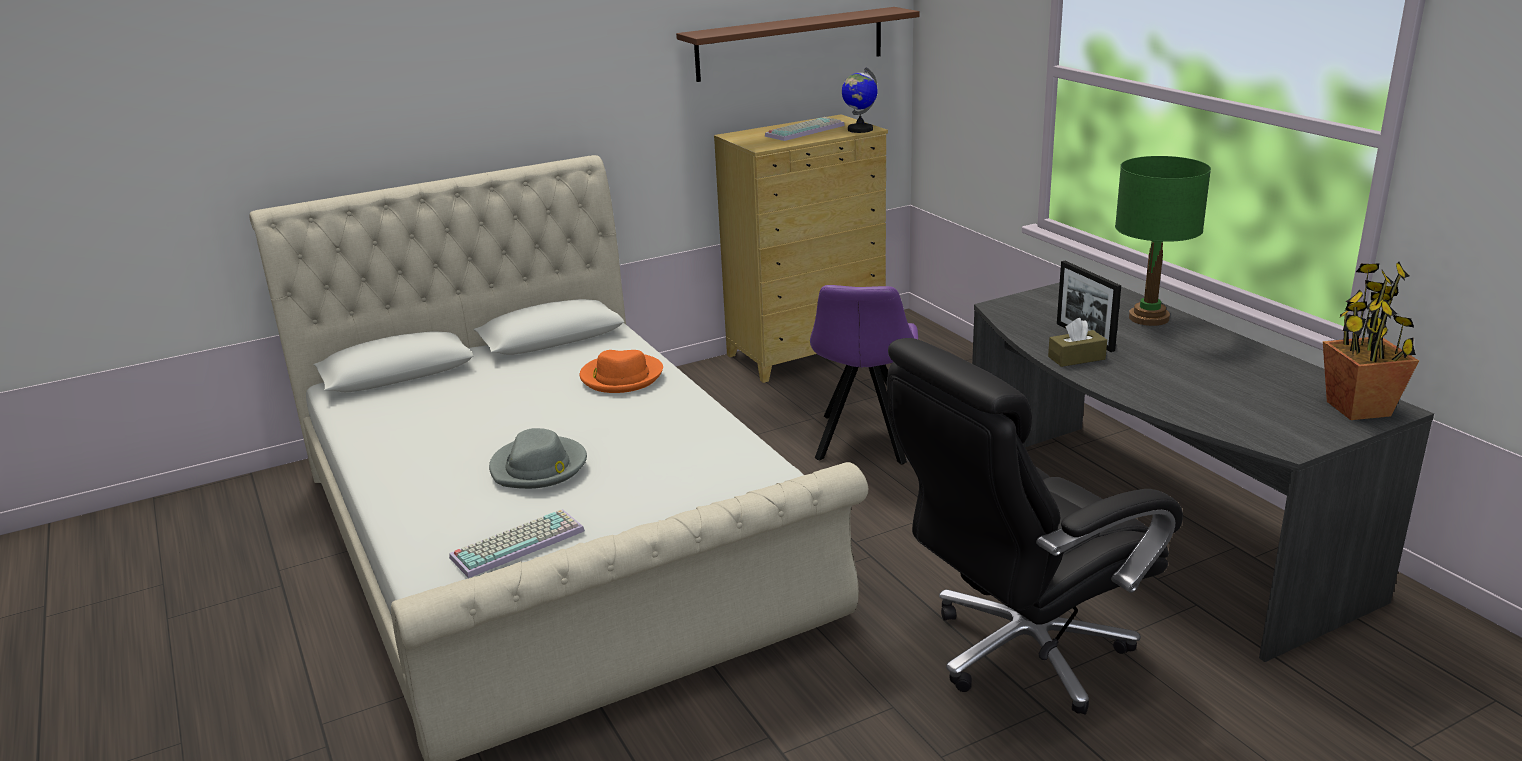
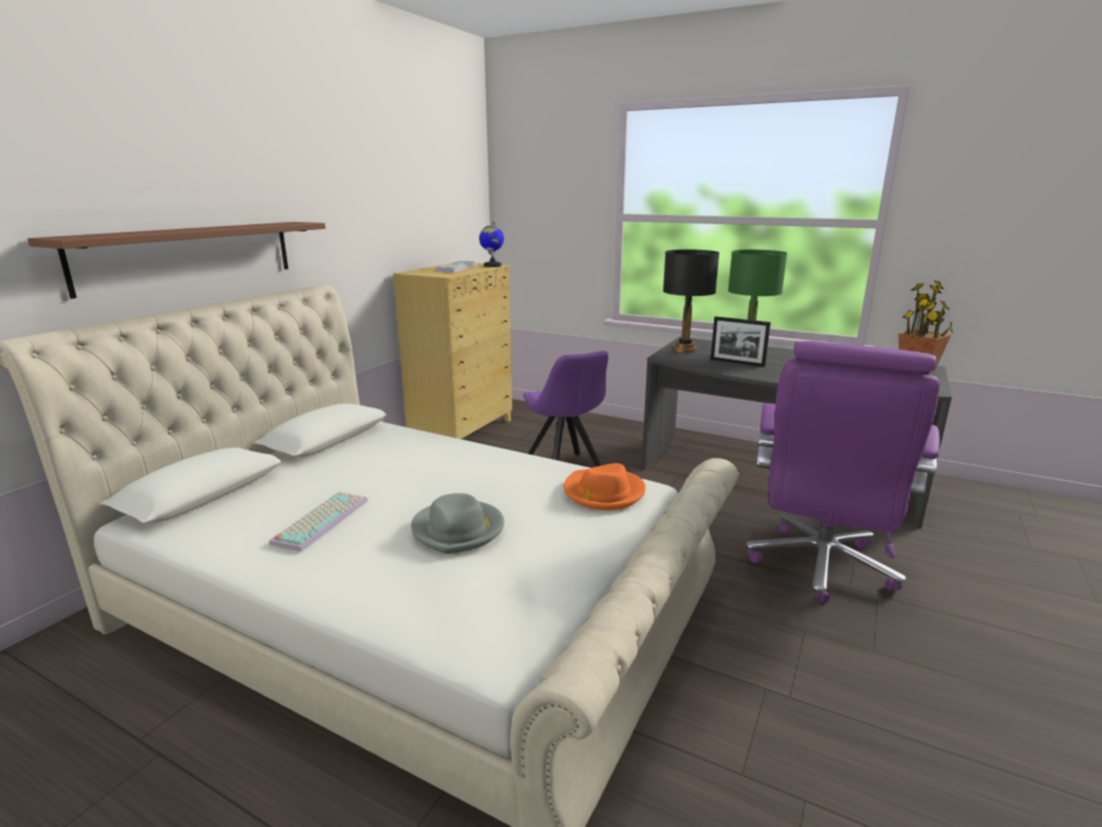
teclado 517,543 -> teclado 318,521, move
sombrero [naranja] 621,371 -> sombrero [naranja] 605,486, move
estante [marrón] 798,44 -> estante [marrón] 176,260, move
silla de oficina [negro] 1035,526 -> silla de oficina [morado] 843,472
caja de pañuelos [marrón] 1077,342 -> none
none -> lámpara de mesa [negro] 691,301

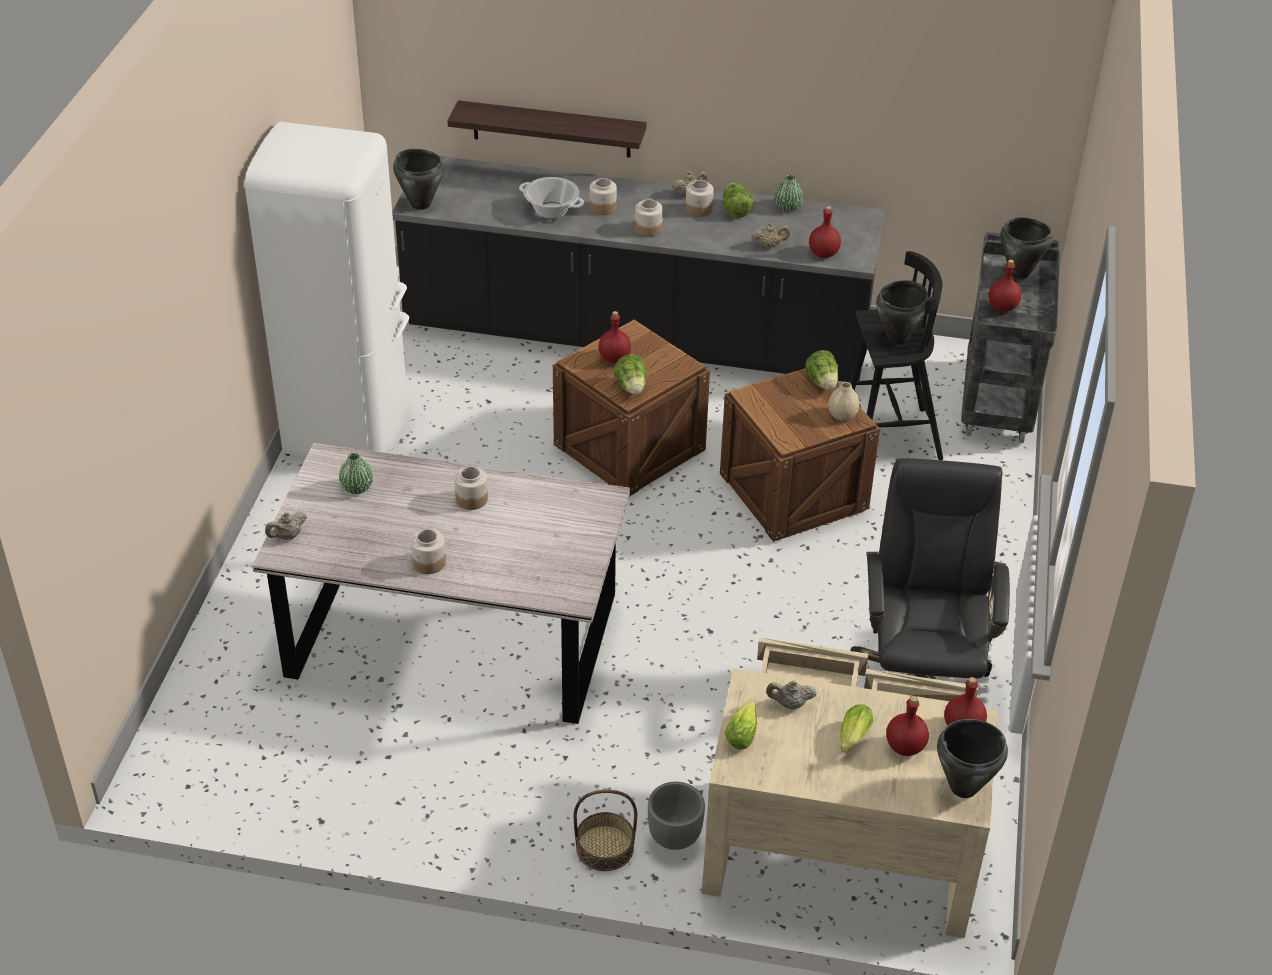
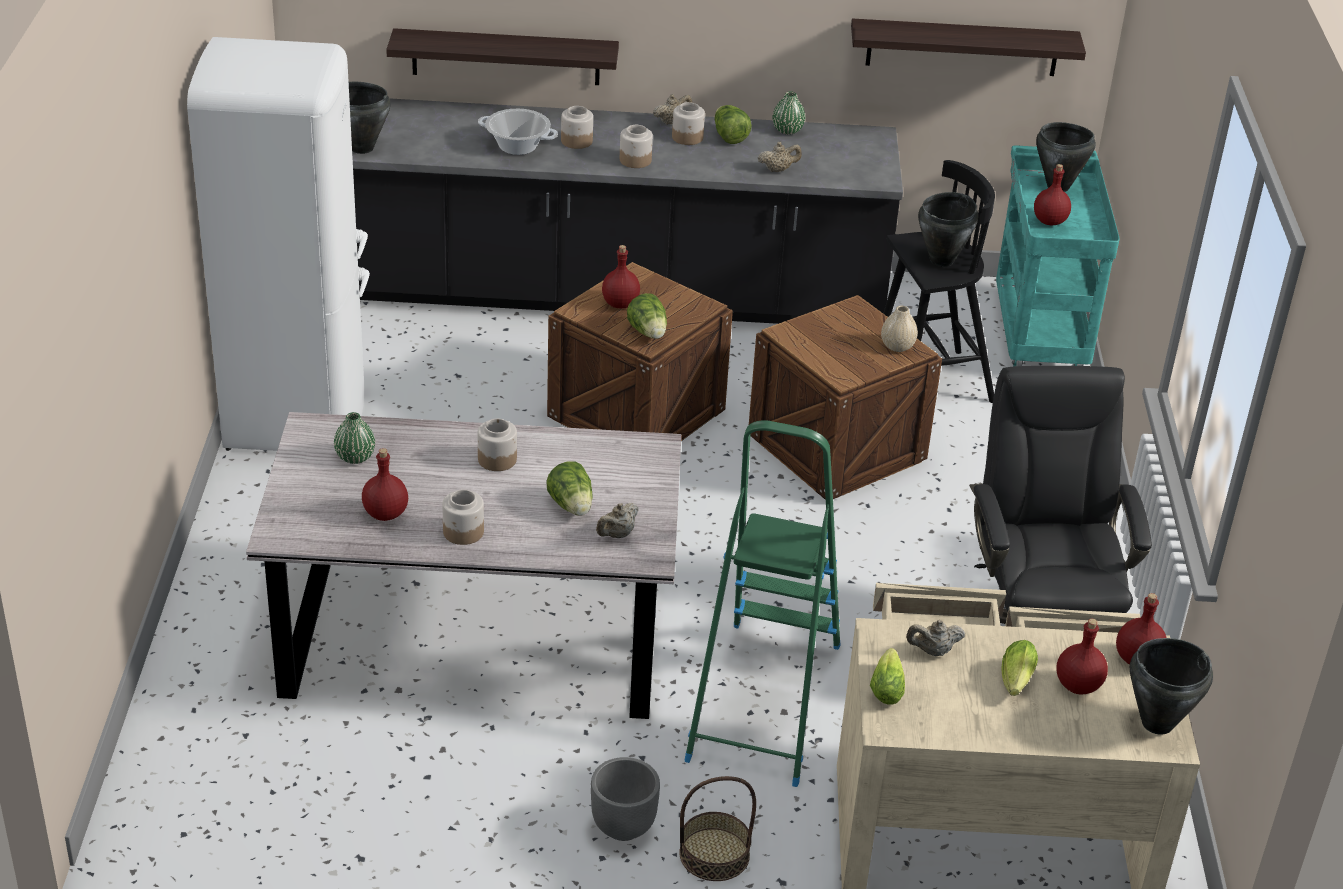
tetera [beis] 286,526 -> tetera [beis] 617,520, move
maceta [gris] 676,816 -> maceta [gris] 625,799, move
lechuga 822,370 -> lechuga 569,488, move
botella [rojo] 825,232 -> botella [rojo] 385,484, move
carrito [negro] 1010,337 -> carrito [turquesa] 1057,255
none -> escalera de tijera [verde] 762,603
none -> estante 968,47

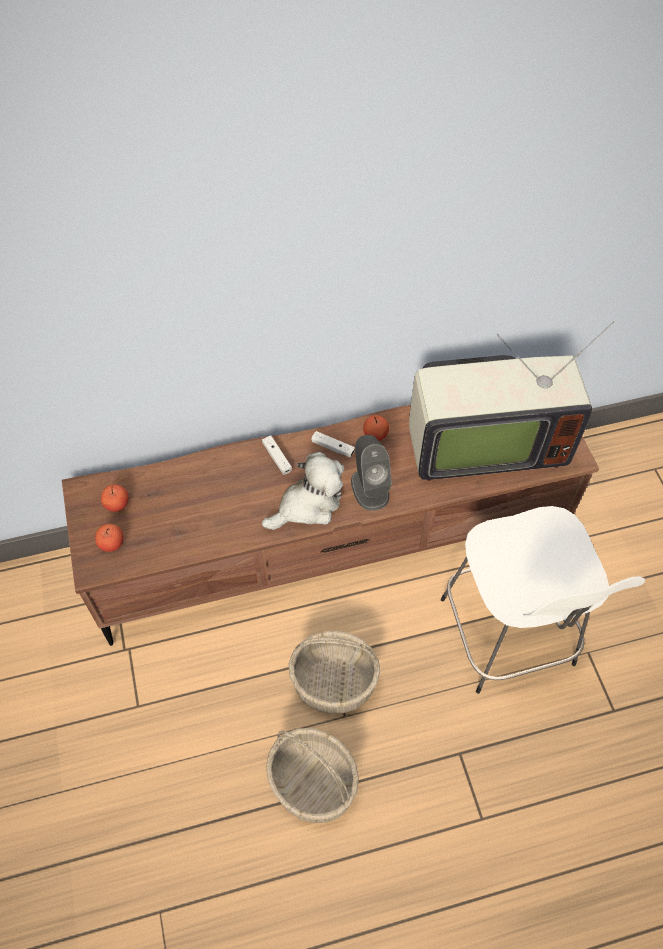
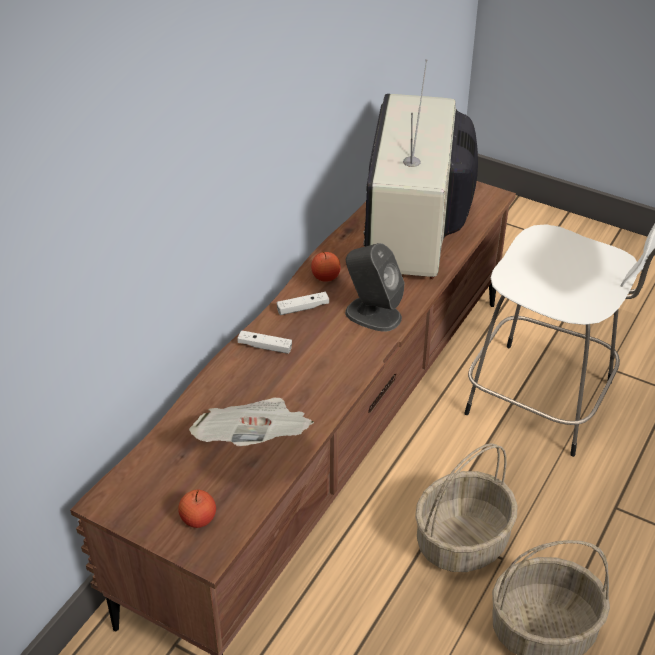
manzana 115,498 -> none
peluche 303,491 -> none
televisor 511,401 -> televisor 420,169, 150 degrees clockwise
none -> periódico 251,421

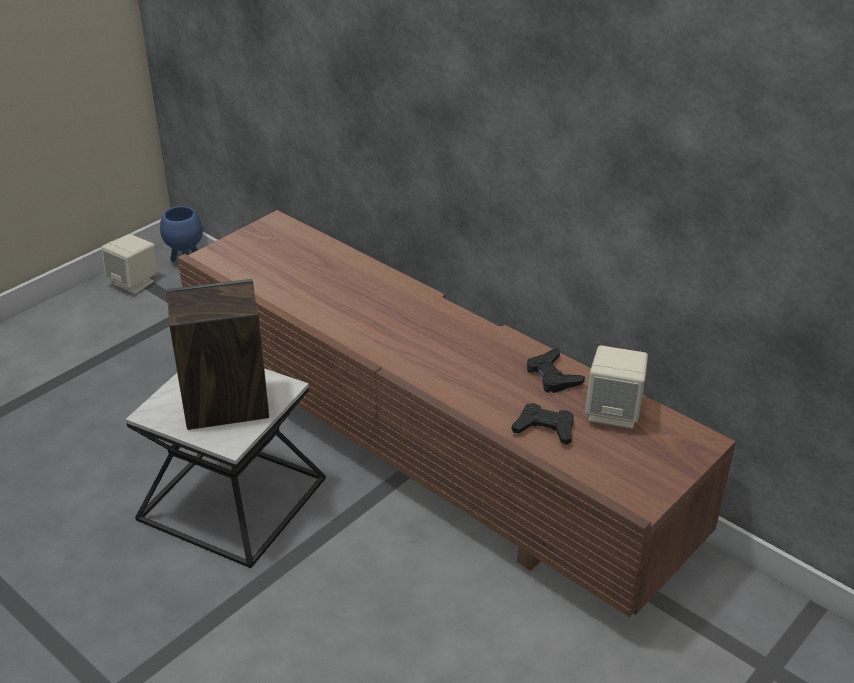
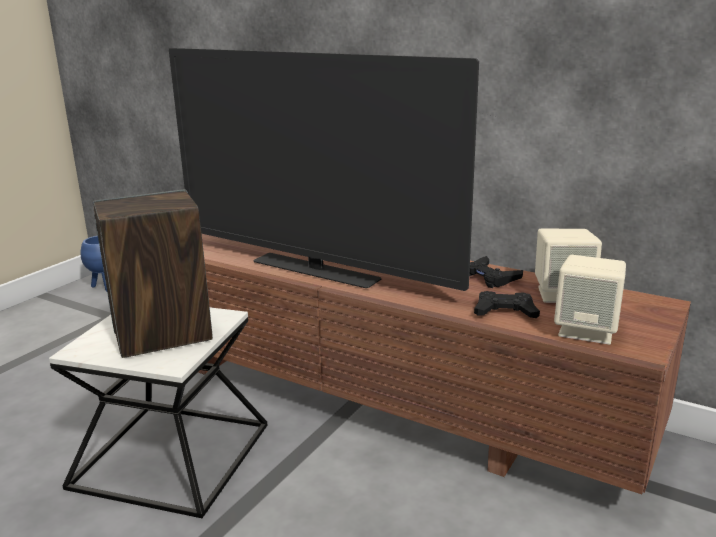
altavoz [beis] 129,264 -> altavoz [beis] 590,300, move
none -> televisor 324,169

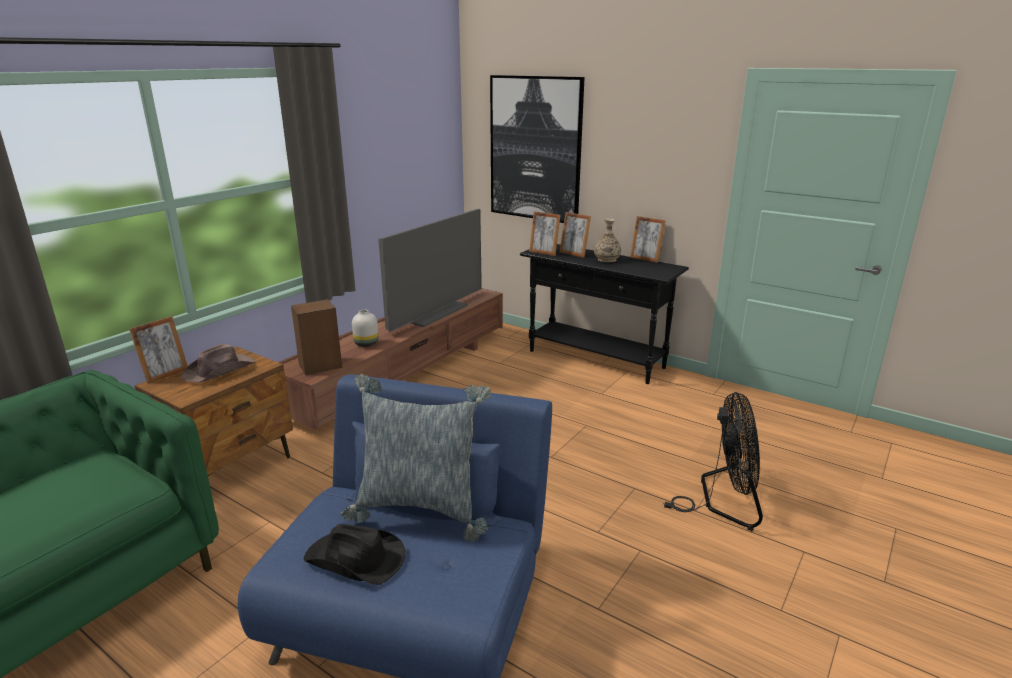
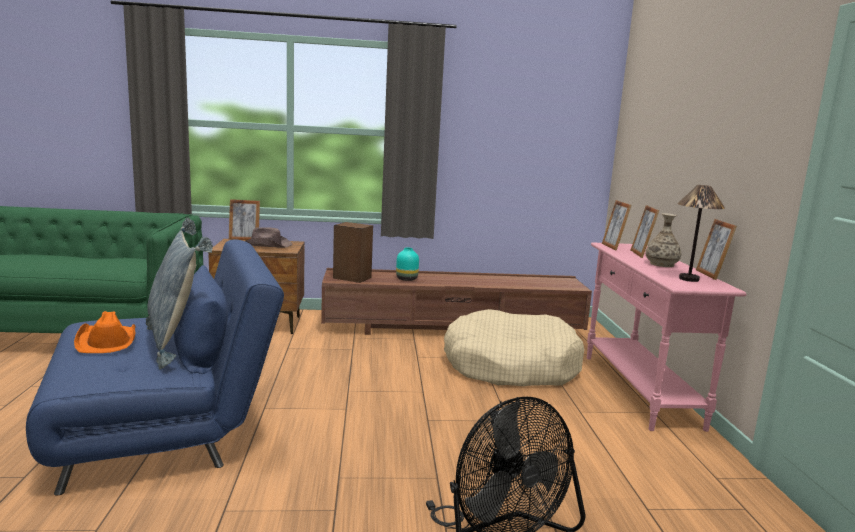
sombrero [negro] 354,554 -> sombrero [naranja] 105,332
florero [blanco] 365,328 -> florero [turquesa] 407,264
televisor 430,270 -> none
cuadro 537,149 -> none
mesa consola [negro] 604,314 -> mesa consola [rosa] 667,337
none -> cama para perro [beis] 514,347
none -> lámpara de mesa 701,233

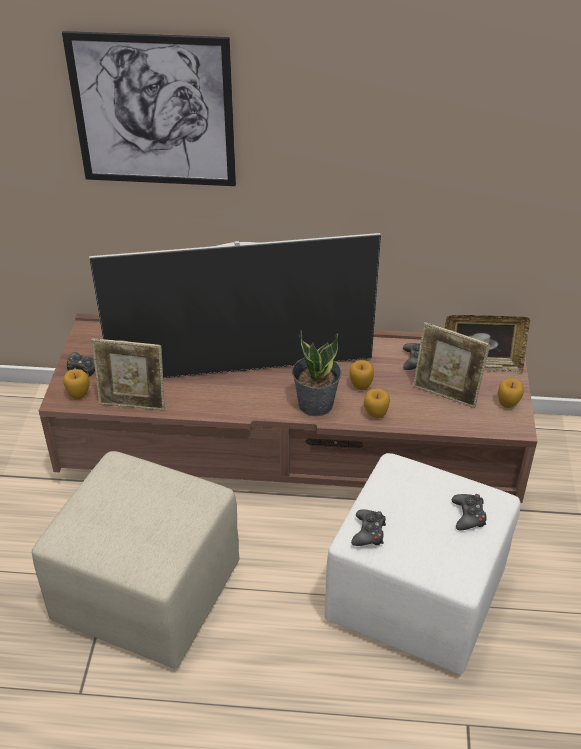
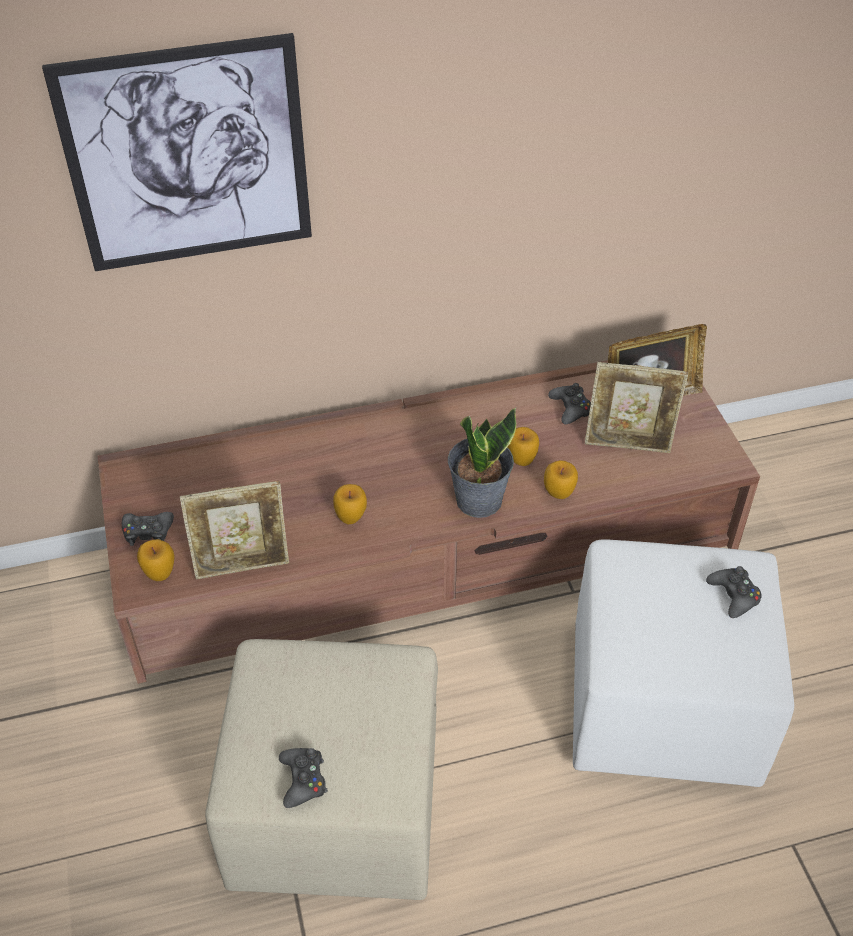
televisor 235,305 -> none
mando de consola [negro] 368,528 -> mando de consola [negro] 303,778, move
manzana 511,393 -> manzana 350,504, move

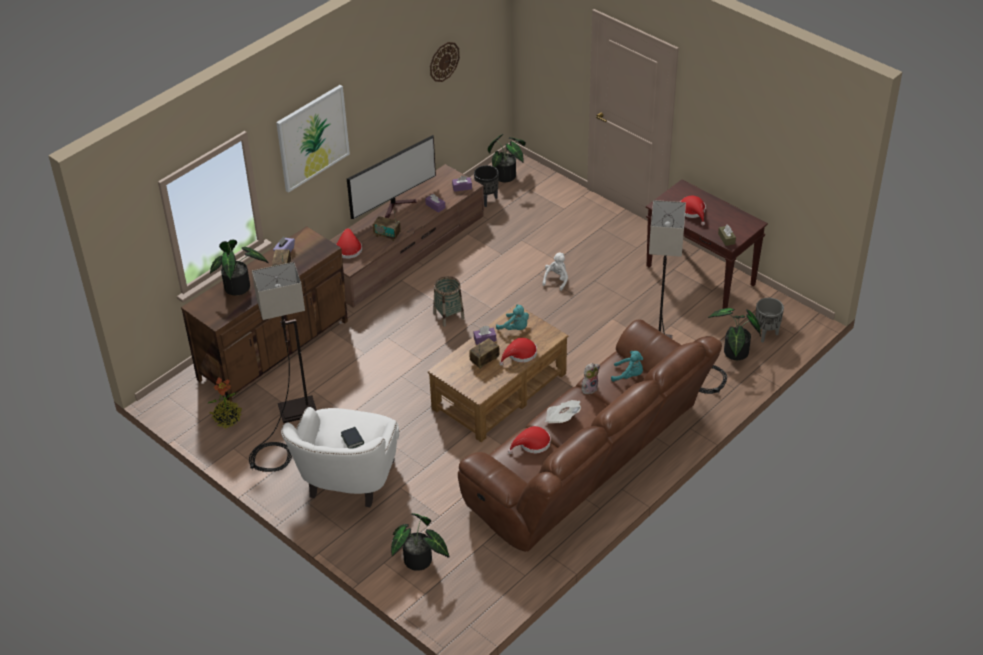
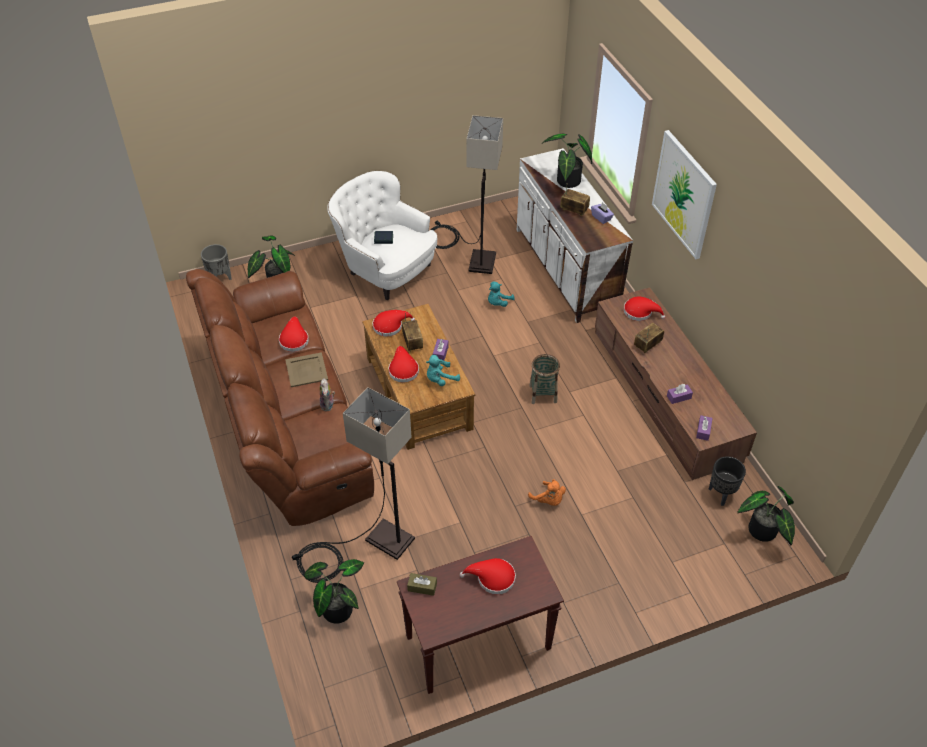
armario [marrón] 264,314 -> armario [blanco] 575,235
planta en maceta 224,403 -> none
televisor 391,177 -> none
reloj de pared 445,62 -> none
peluche [blanco] 555,272 -> peluche [naranja] 547,492
periódico 563,411 -> bandeja [beis] 306,369
peluche [turquesa] 627,366 -> peluche [turquesa] 501,294, move
maceta [gris] 769,320 -> maceta [gris] 216,262, move
none -> sombrero [rojo] 394,323

